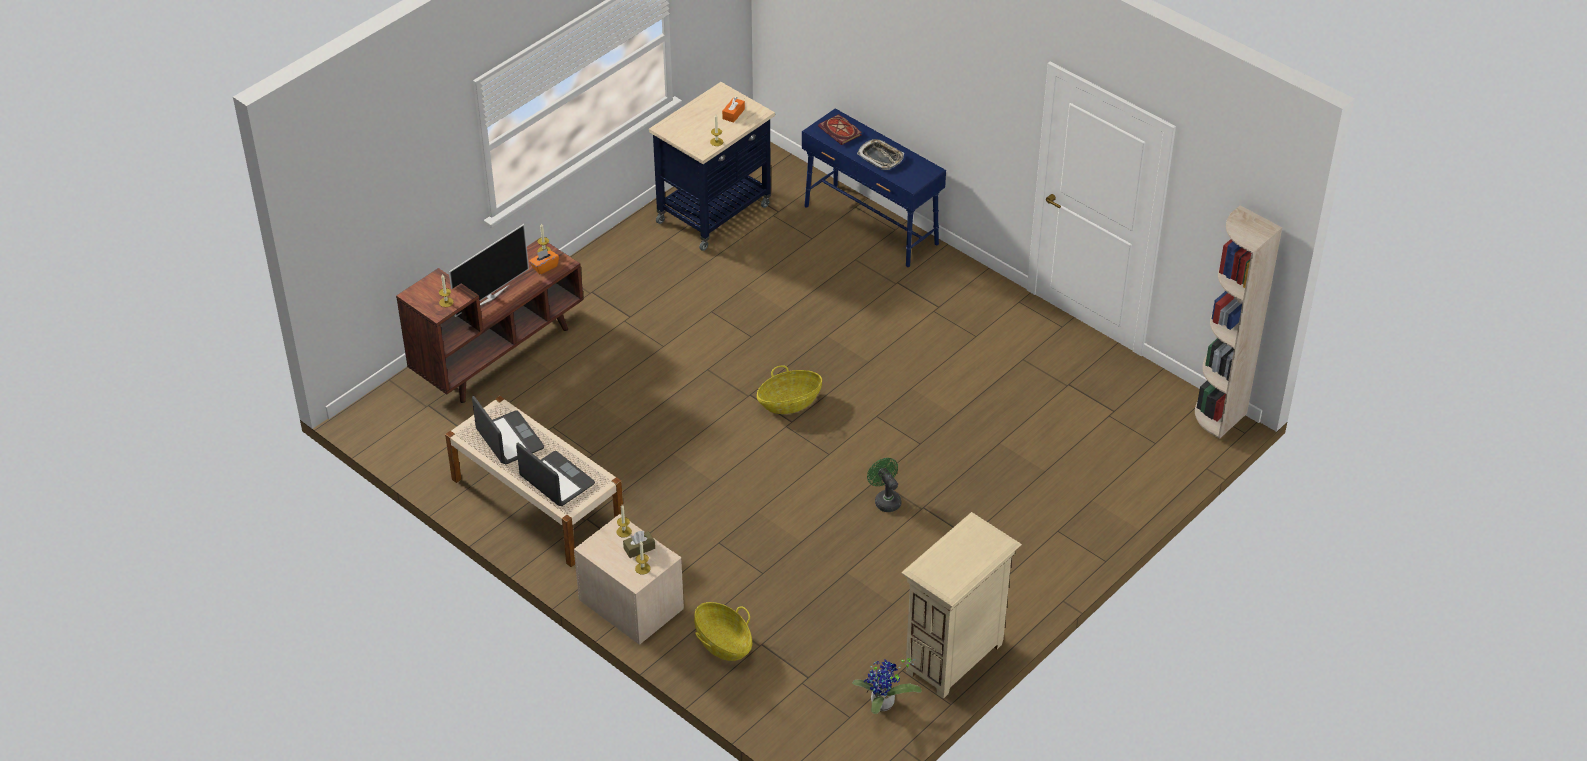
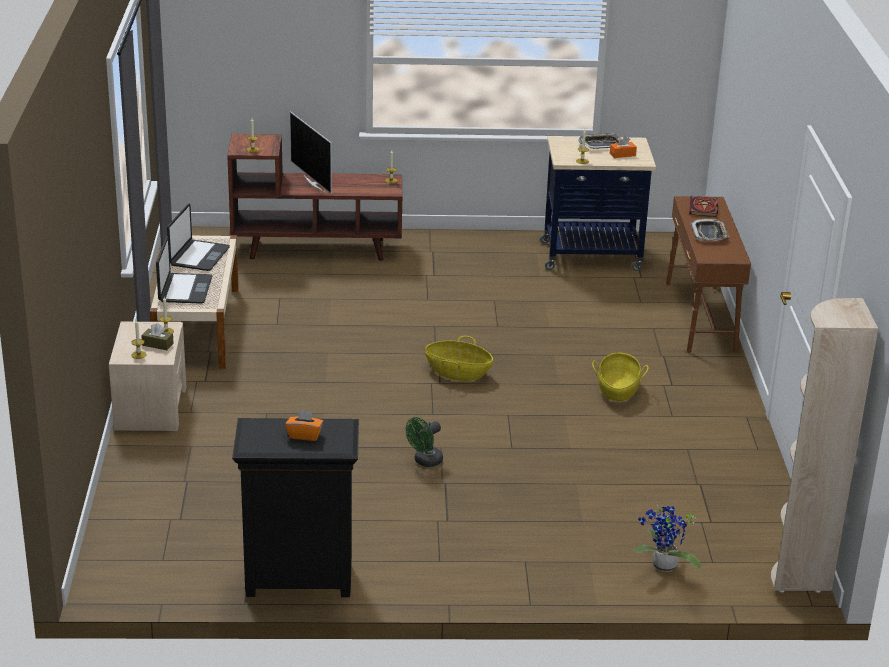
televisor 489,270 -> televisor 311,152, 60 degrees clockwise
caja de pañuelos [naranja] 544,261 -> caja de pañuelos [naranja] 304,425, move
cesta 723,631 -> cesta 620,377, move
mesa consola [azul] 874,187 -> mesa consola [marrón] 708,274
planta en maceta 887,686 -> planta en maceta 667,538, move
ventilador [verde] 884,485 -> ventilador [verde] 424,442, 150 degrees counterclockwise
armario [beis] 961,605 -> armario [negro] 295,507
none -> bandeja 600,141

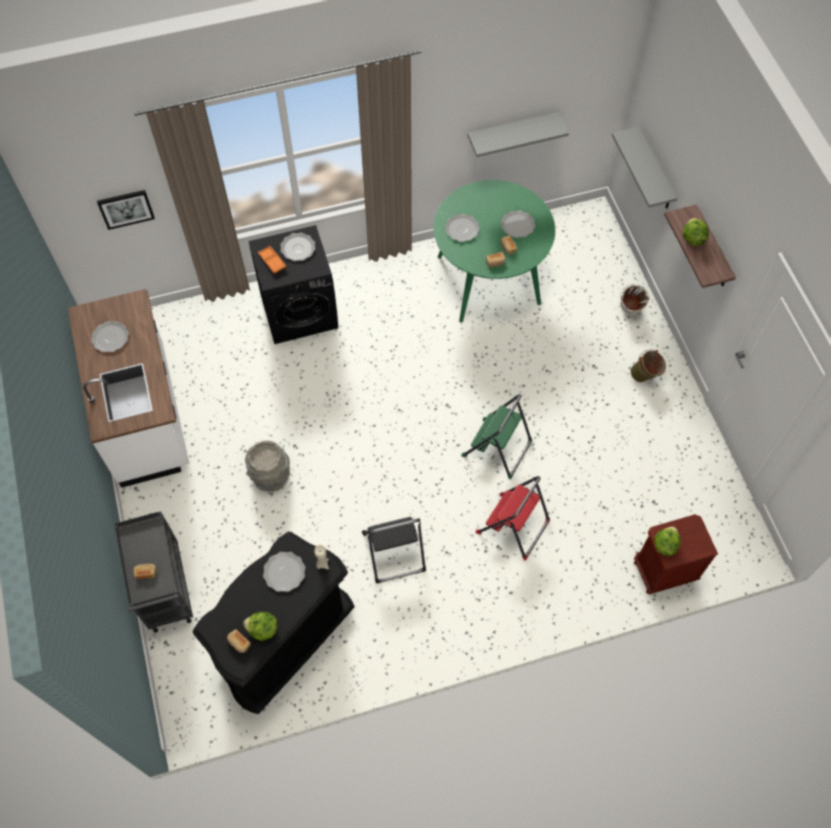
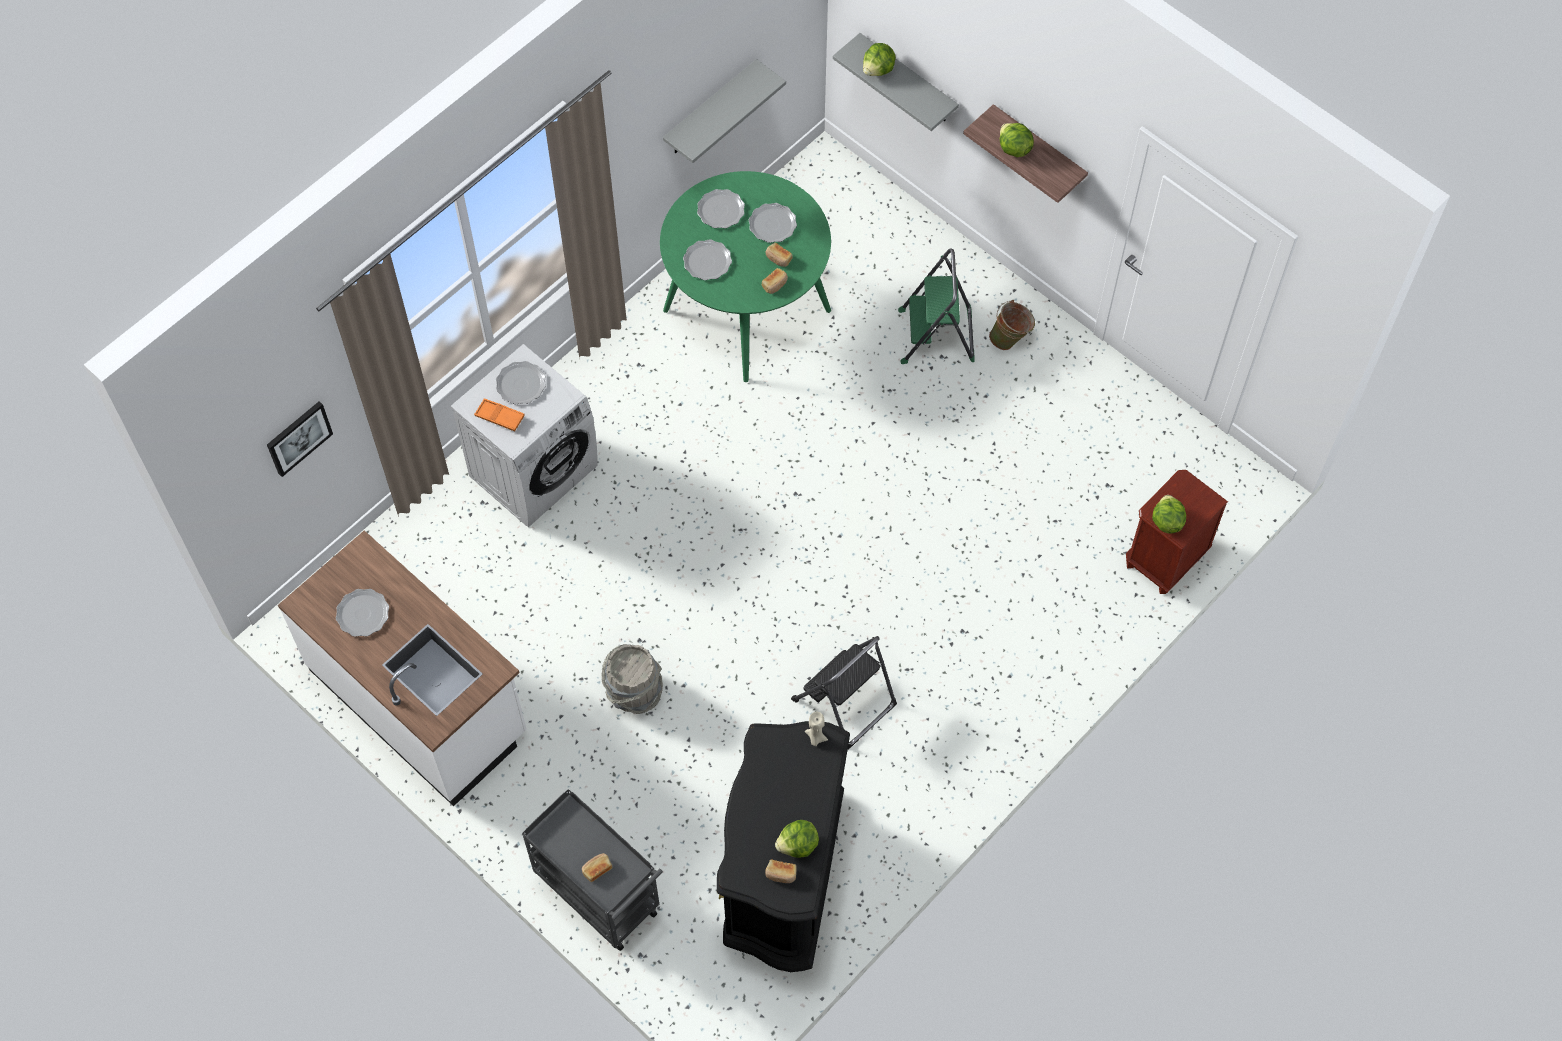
lavadora [negro] 293,284 -> lavadora [blanco] 524,435
plato 284,572 -> plato 721,208, move
escalera de tijera [verde] 496,436 -> escalera de tijera [verde] 936,306, move
escalera de tijera [rojo] 513,518 -> none
cubo [blanco] 635,298 -> none
none -> lechuga 879,59

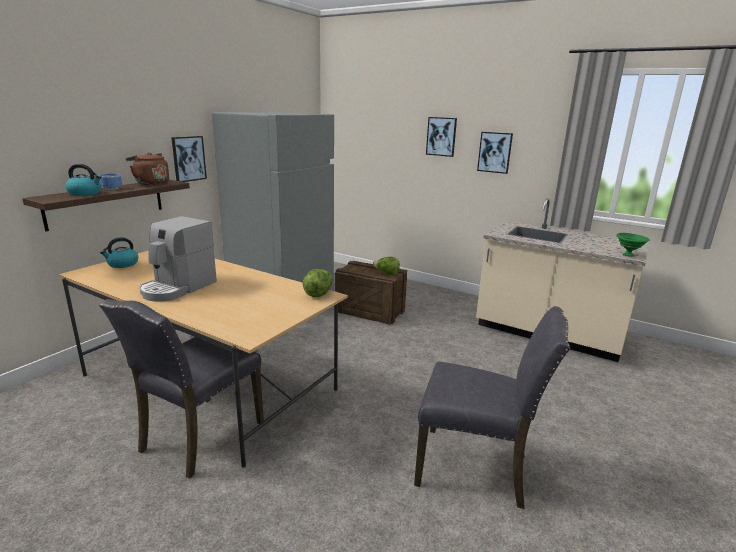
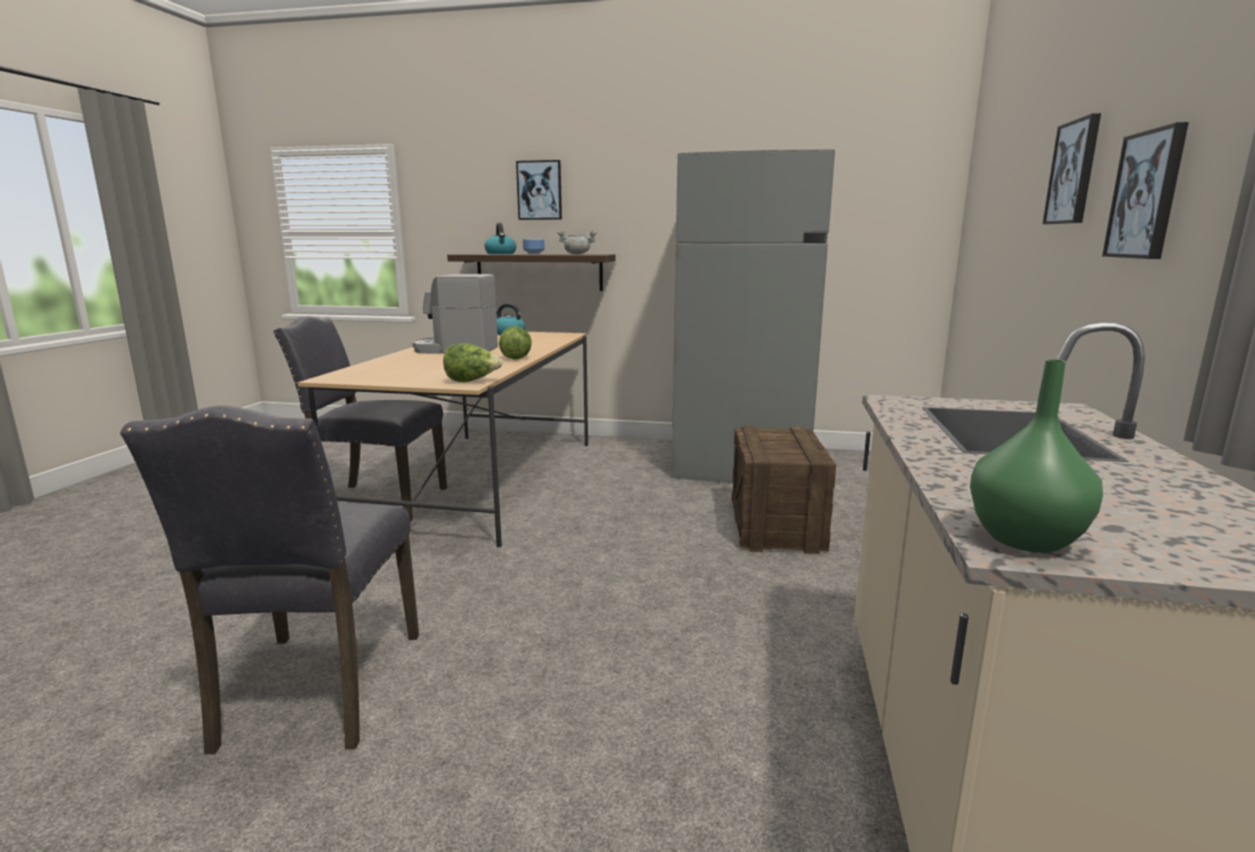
hervidor [marrón] 147,168 -> olla [gris] 577,242
cuadro 189,159 -> cuadro 539,190, move
lechuga 386,266 -> lechuga 515,342, move
cuenco [verde] 633,244 -> florero [verde] 1036,456

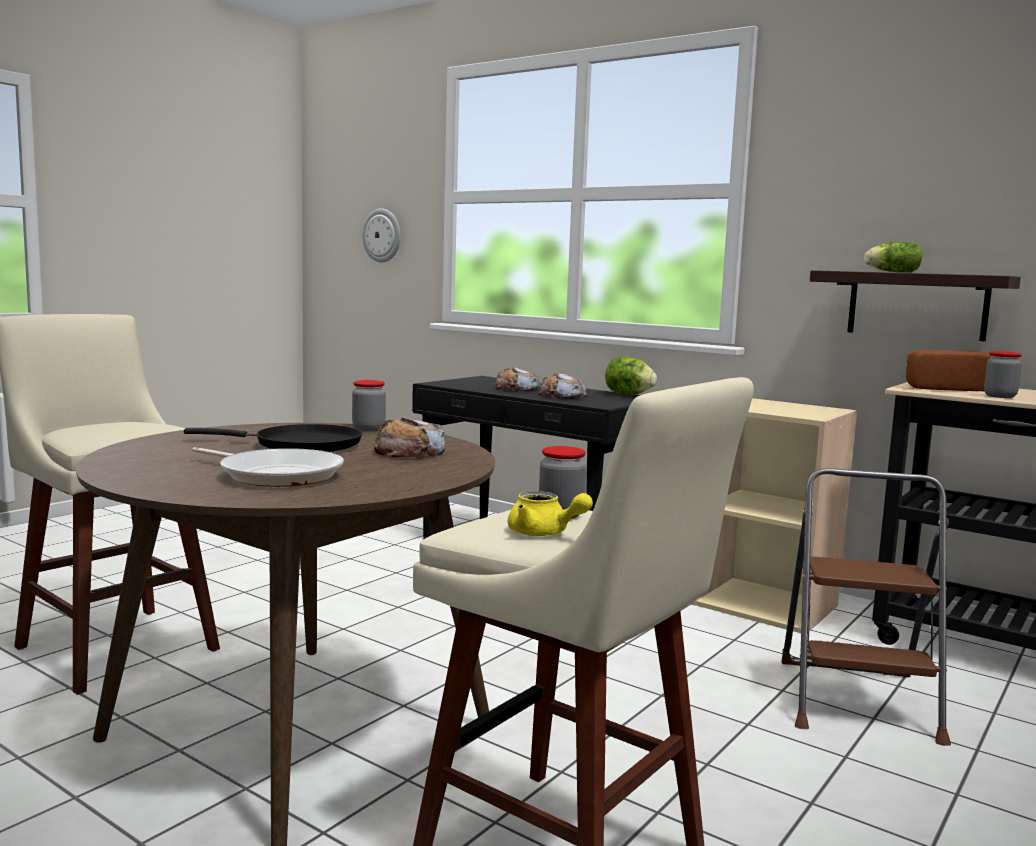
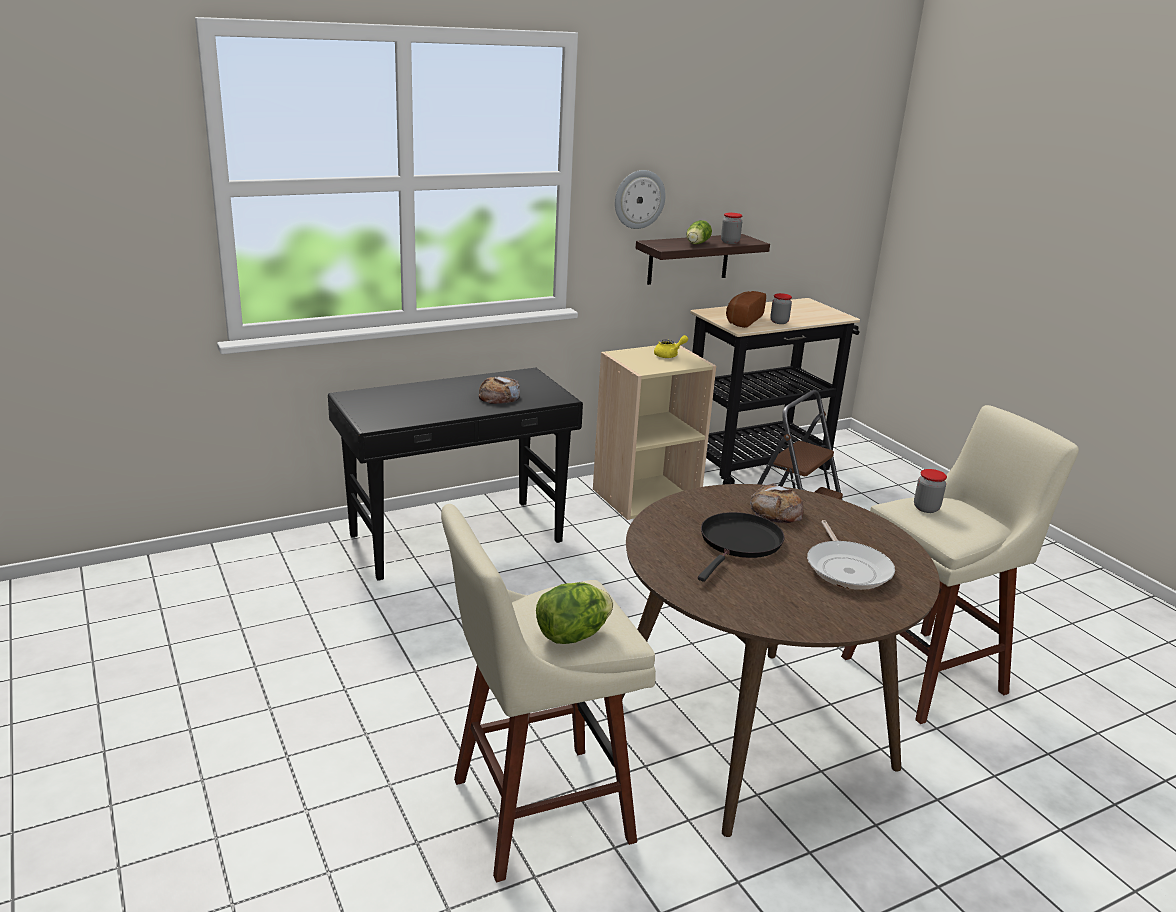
sartén 268,467 -> sartén 851,555, 120 degrees clockwise
tarro 369,405 -> tarro 731,228, move
reloj de pared 381,235 -> reloj de pared 640,199, move
pan 518,379 -> none
tetera [amarillo] 550,513 -> tetera [amarillo] 671,346, move
lechuga 631,375 -> lechuga 574,613, move

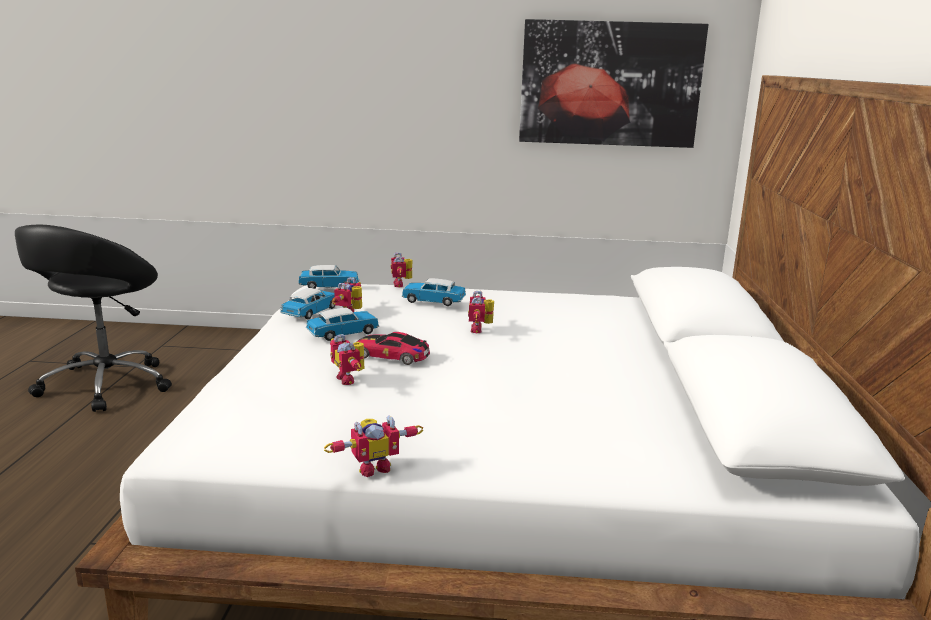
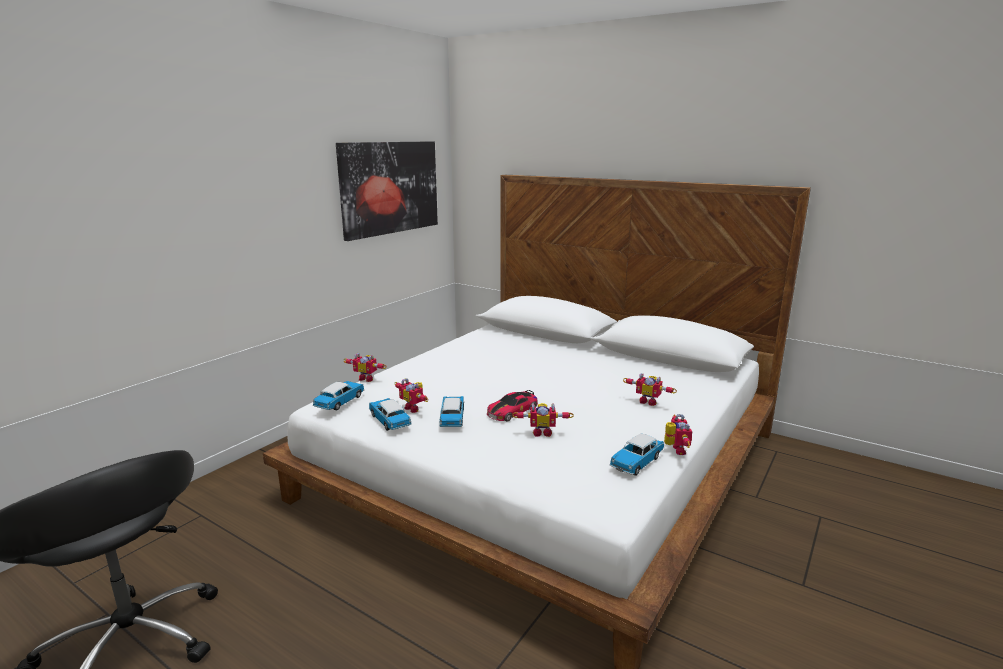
coche de juguete 434,292 -> coche de juguete 637,455, move
robot de juguete 481,312 -> robot de juguete 650,389, move

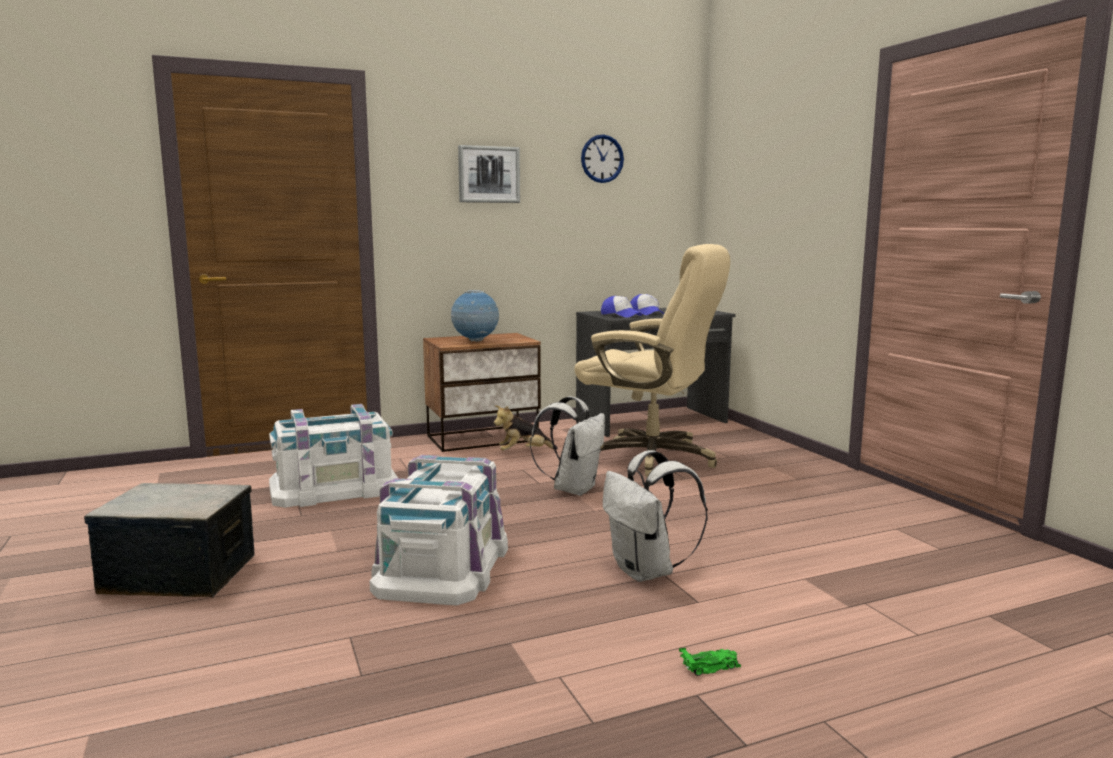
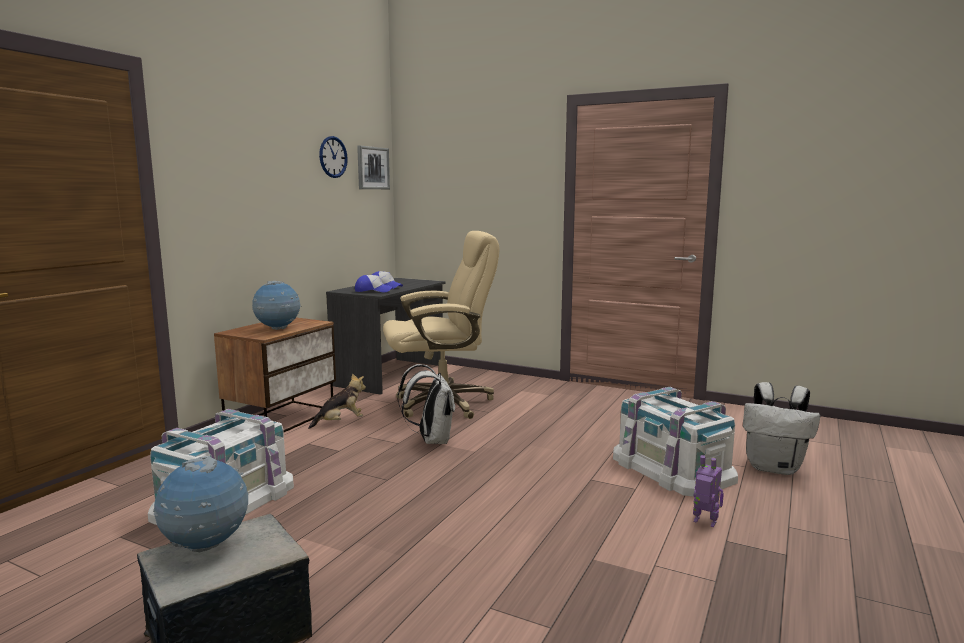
caja de almacenaje [blanco] 439,530 -> caja de almacenaje [blanco] 675,442, move
cuadro 489,174 -> cuadro 373,167, move
peluche 526,427 -> peluche 337,401, 150 degrees counterclockwise
mochila [blanco] 655,516 -> mochila [blanco] 781,428, move
coche de juguete [verde] 710,662 -> robot de juguete 708,491
none -> globo terráqueo 200,504

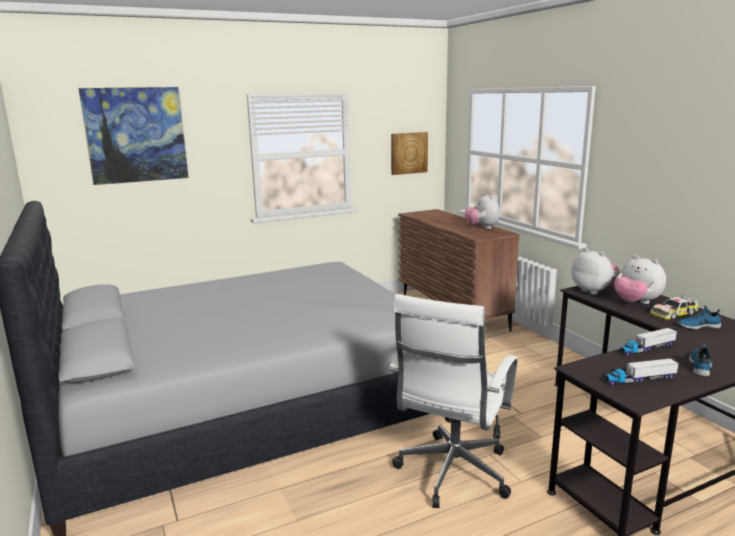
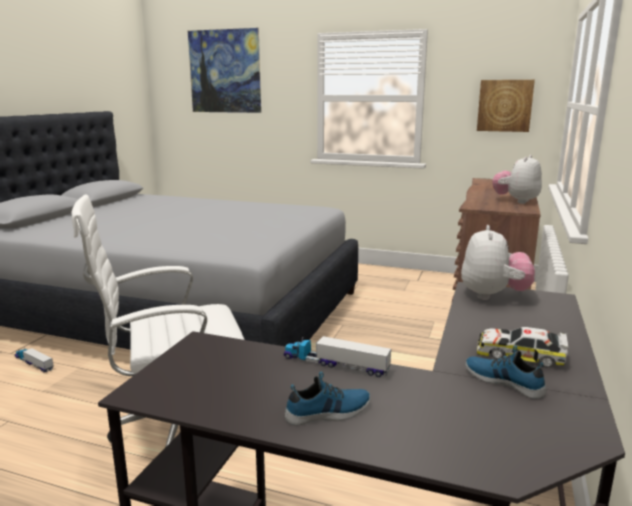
camión de juguete 641,372 -> camión de juguete 34,359, move
peluche 640,279 -> none

